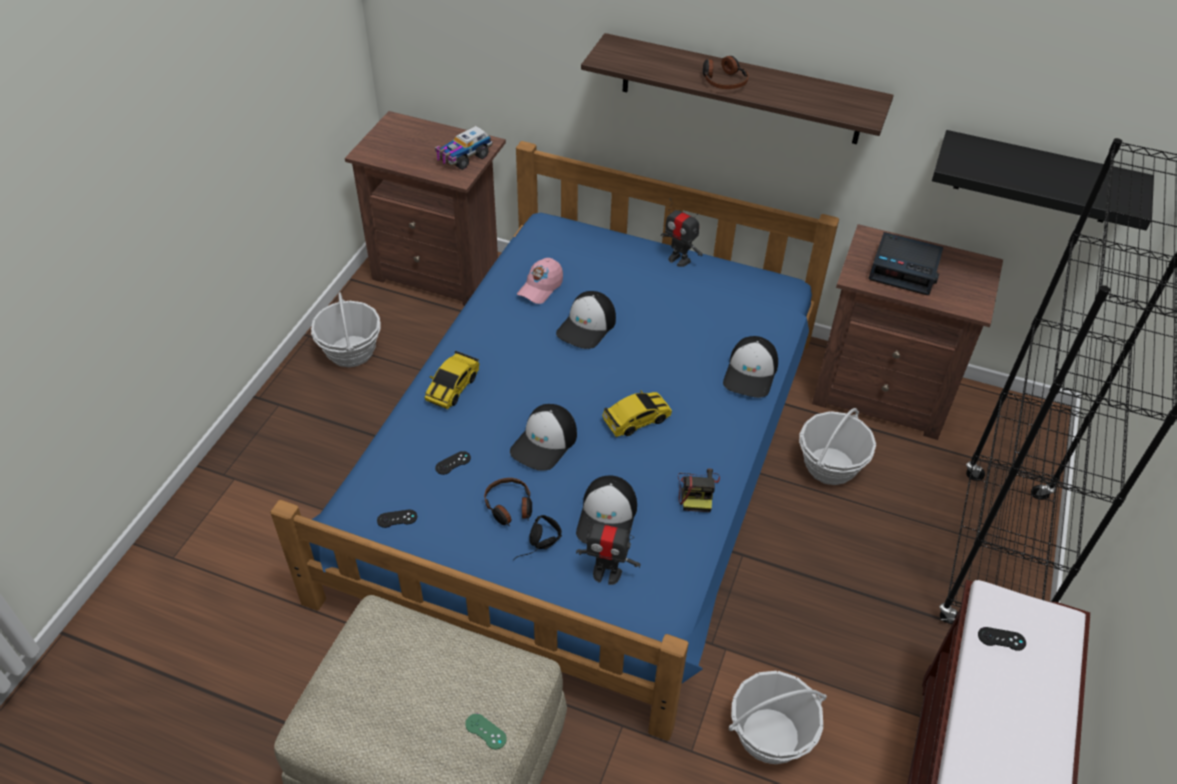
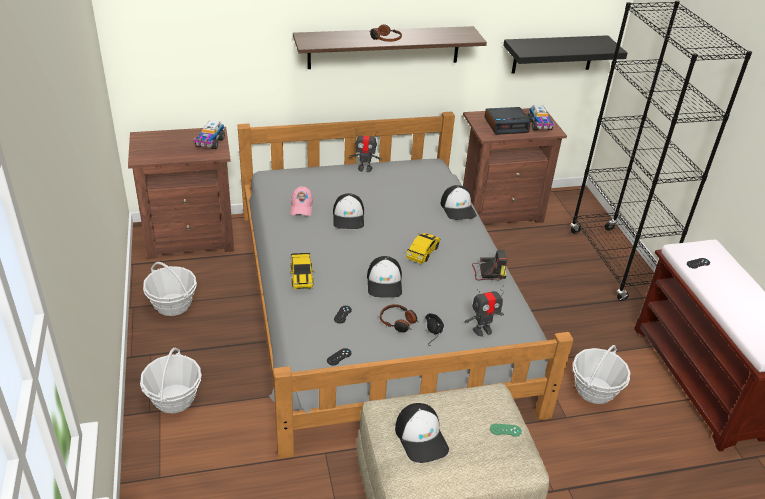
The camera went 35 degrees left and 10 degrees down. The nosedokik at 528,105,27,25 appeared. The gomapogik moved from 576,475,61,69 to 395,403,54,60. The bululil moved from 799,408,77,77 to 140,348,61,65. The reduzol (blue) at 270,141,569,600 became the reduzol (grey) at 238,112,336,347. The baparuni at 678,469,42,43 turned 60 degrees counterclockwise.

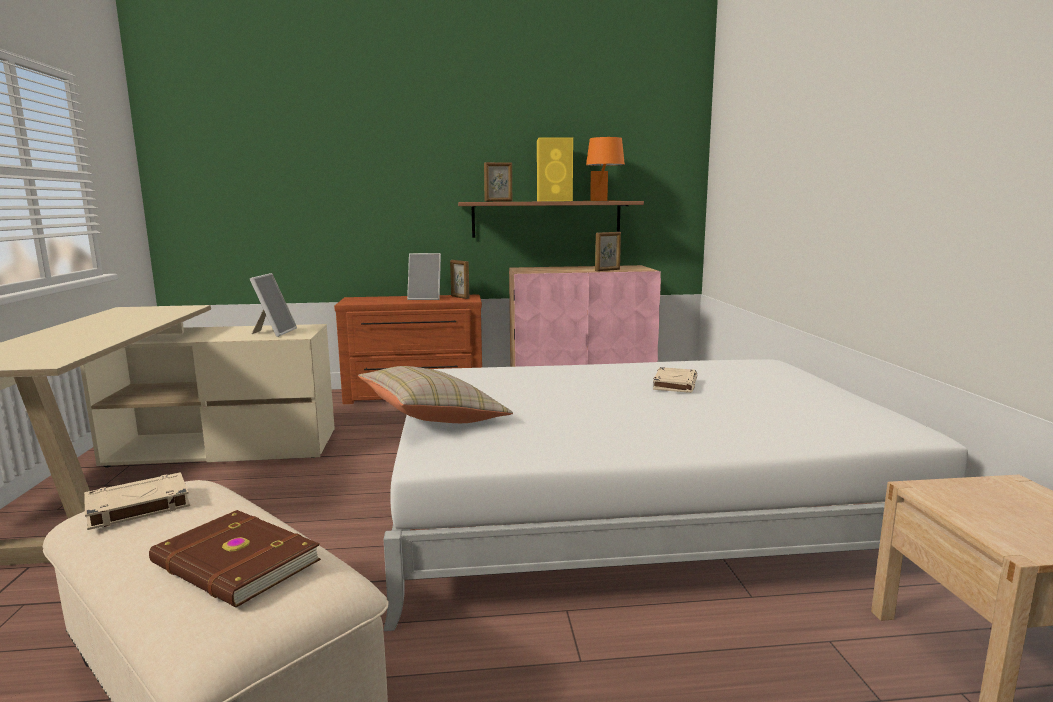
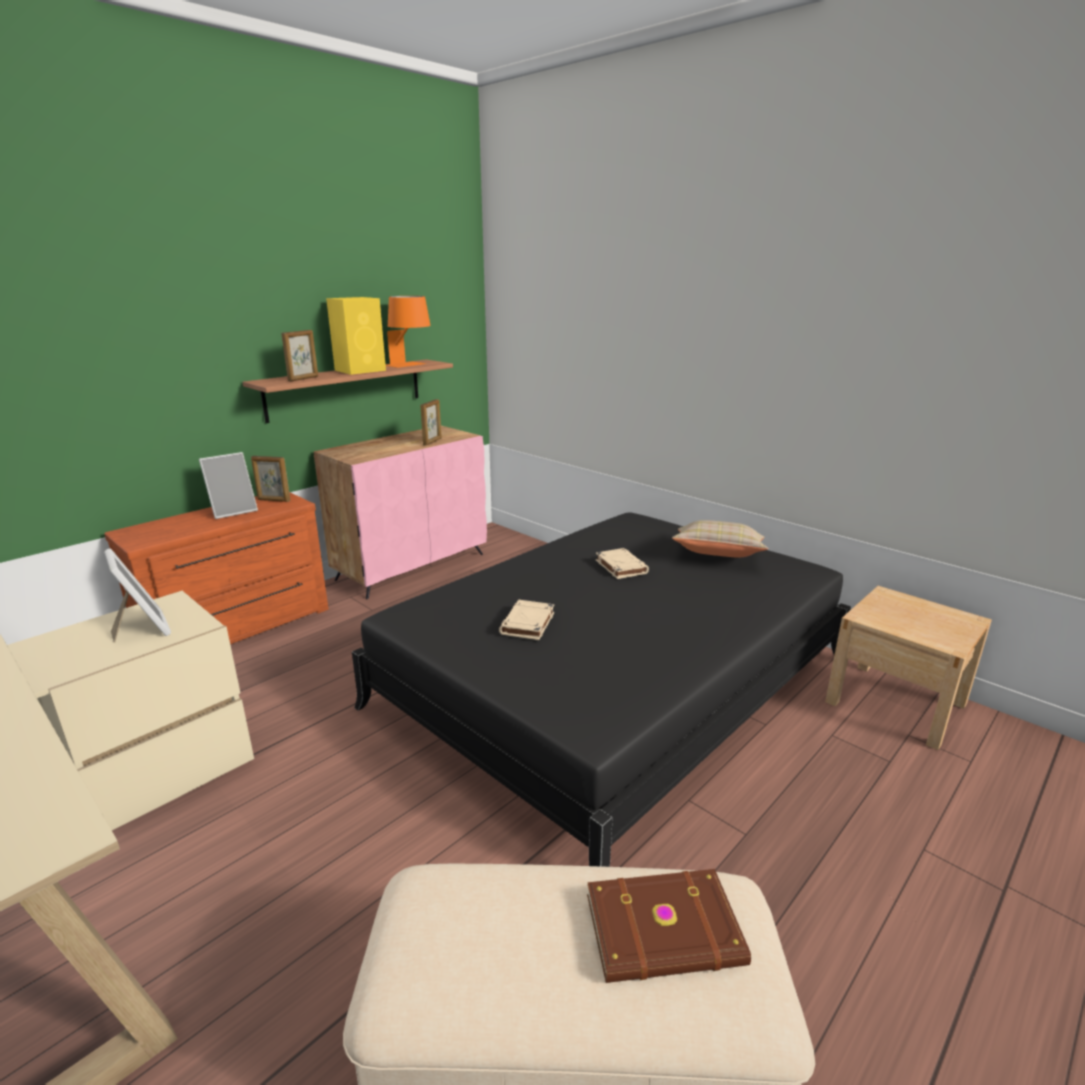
The camera went 40 degrees left and 10 degrees up. The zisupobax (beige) moved from 84,472,106,58 to 499,600,55,40. The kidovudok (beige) moved from 358,366,155,57 to 672,520,96,38. The reduzol (white) at 383,359,585,272 became the reduzol (black) at 352,512,499,355.

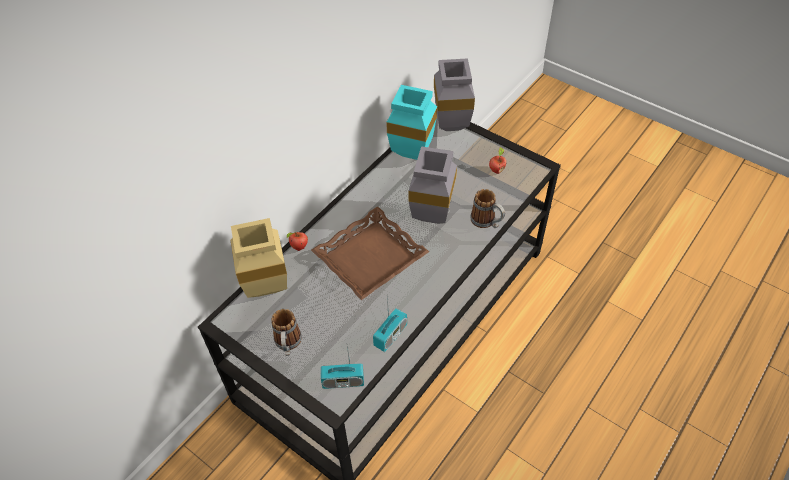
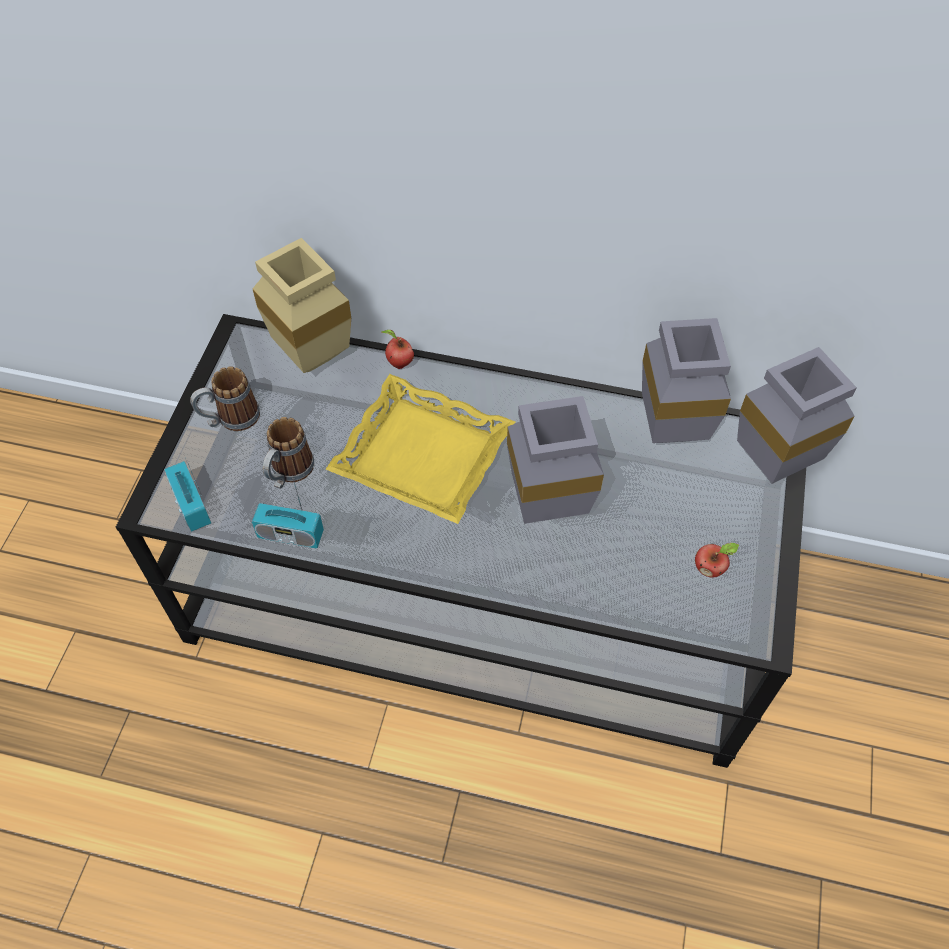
The camera went 65 degrees right and 5 degrees up. The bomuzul moved from 470,189,35,39 to 263,417,51,72. The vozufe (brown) at 311,206,118,94 became the vozufe (yellow) at 326,374,189,150. The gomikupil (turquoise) at 386,85,51,75 became the gomikupil (grey) at 642,318,89,125.

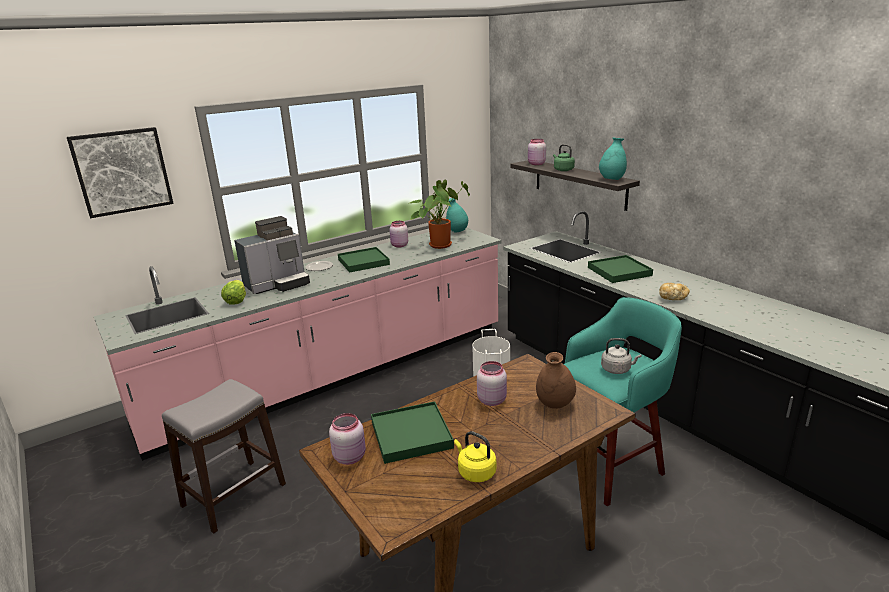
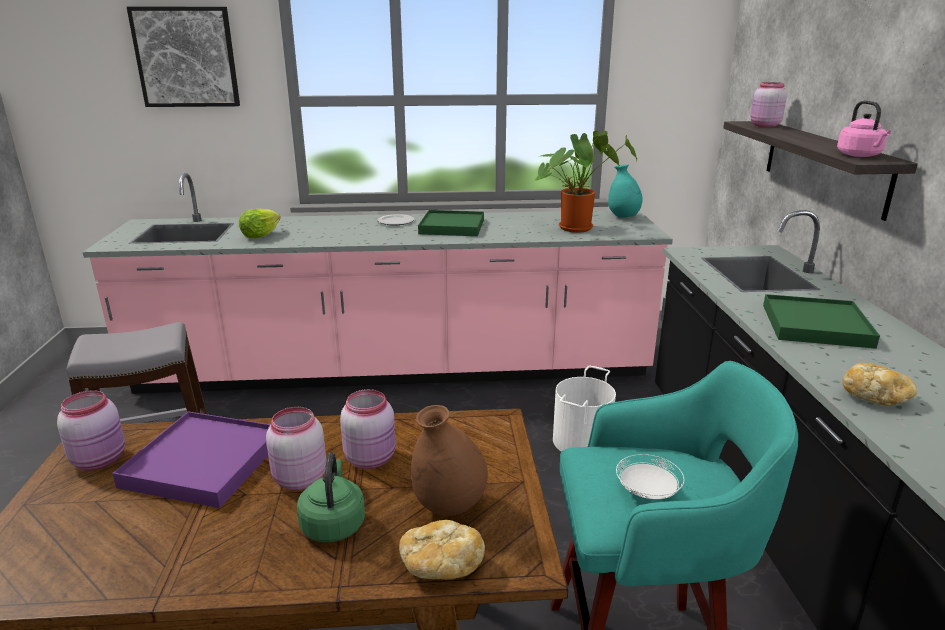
The camera went 30 degrees right and 0 degrees up. The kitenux at 234,216,76,78 disappeared. The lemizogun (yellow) at 454,431,42,51 disappeared. The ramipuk at 399,520,86,60 appeared. The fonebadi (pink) moved from 390,221,18,26 to 266,407,61,83. The lemizogun (green) moved from 553,144,22,27 to 297,452,68,90. The gomikupil (turquoise) at 599,137,28,43 was replaced by the lemizogun (pink) at 837,101,54,56. The lemizogun (grey) at 601,338,41,36 was replaced by the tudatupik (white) at 616,454,68,45. The vozufe (green) at 371,401,83,63 became the vozufe (purple) at 112,411,159,97.

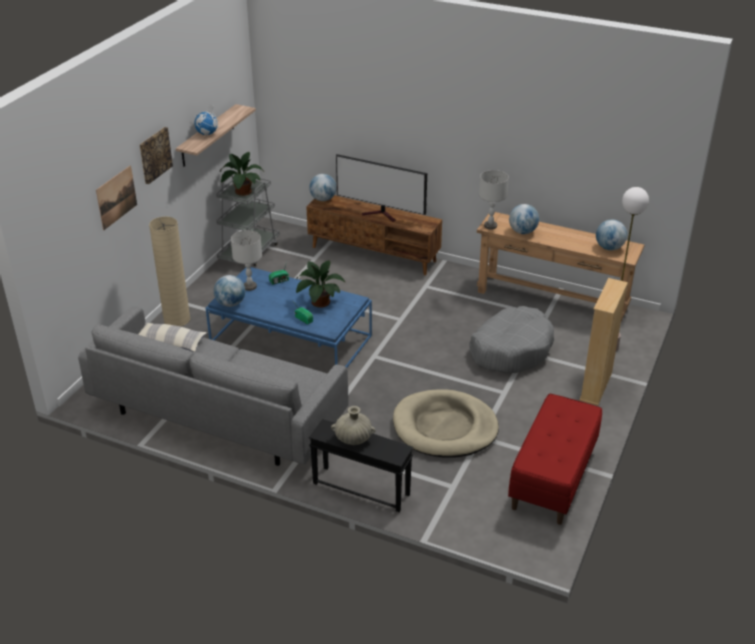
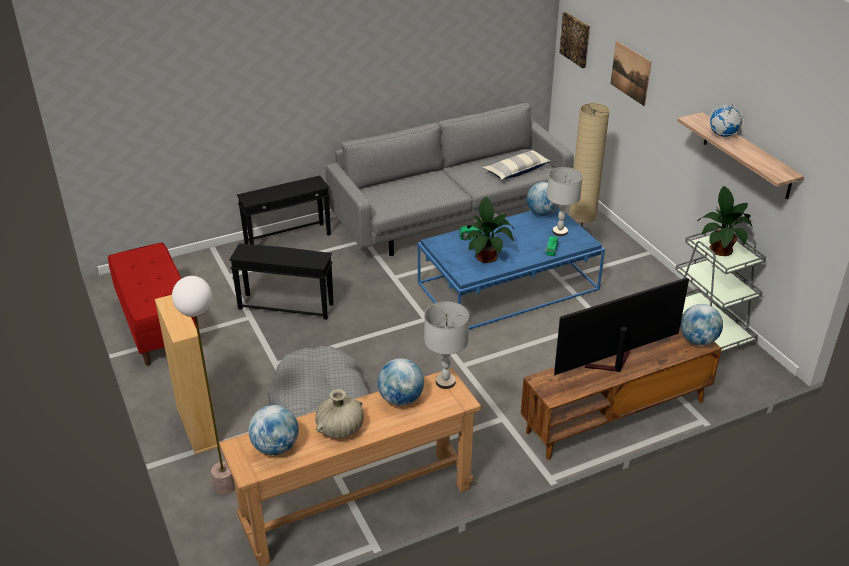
The camera went 130 degrees right and 0 degrees up. The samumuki moved from 139,127,34,57 to 559,12,31,56. The gomikupil (beige) moved from 331,406,45,39 to 315,389,49,49. The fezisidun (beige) at 393,389,106,68 was replaced by the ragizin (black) at 229,243,105,77.

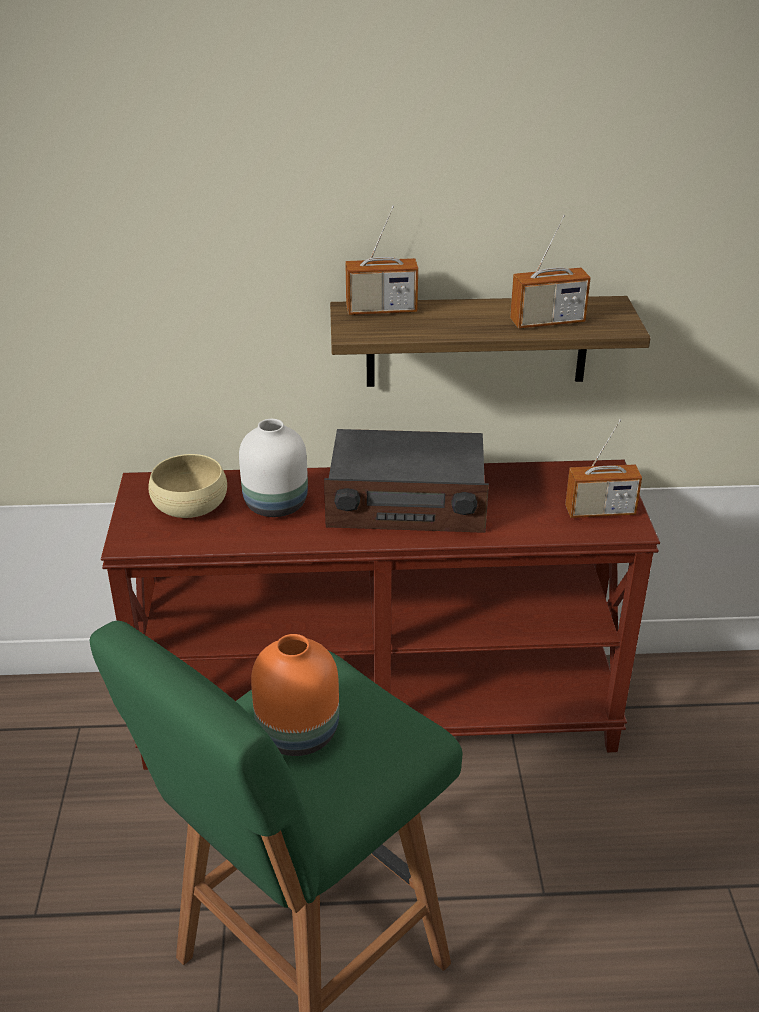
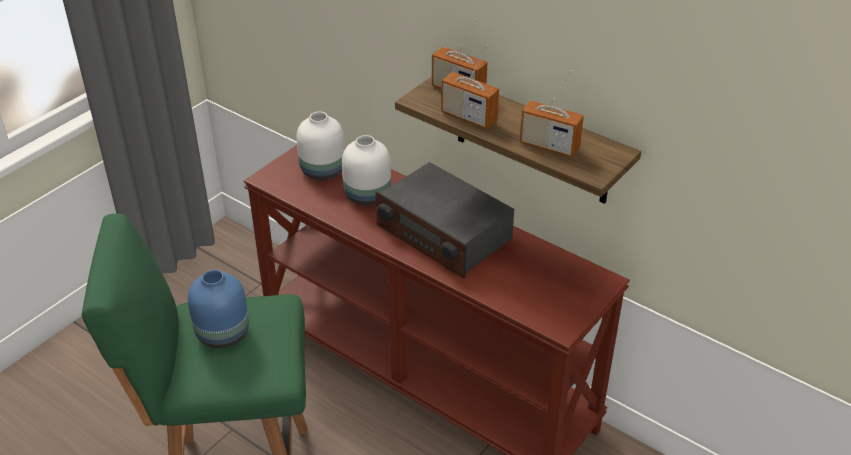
The camera went 40 degrees right and 5 degrees up. The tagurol moved from 565,419,77,99 to 441,44,58,85. The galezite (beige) at 148,454,79,64 was replaced by the gomikupil (white) at 296,112,49,68. The gomikupil (orange) at 251,634,88,122 became the gomikupil (blue) at 188,270,61,78.

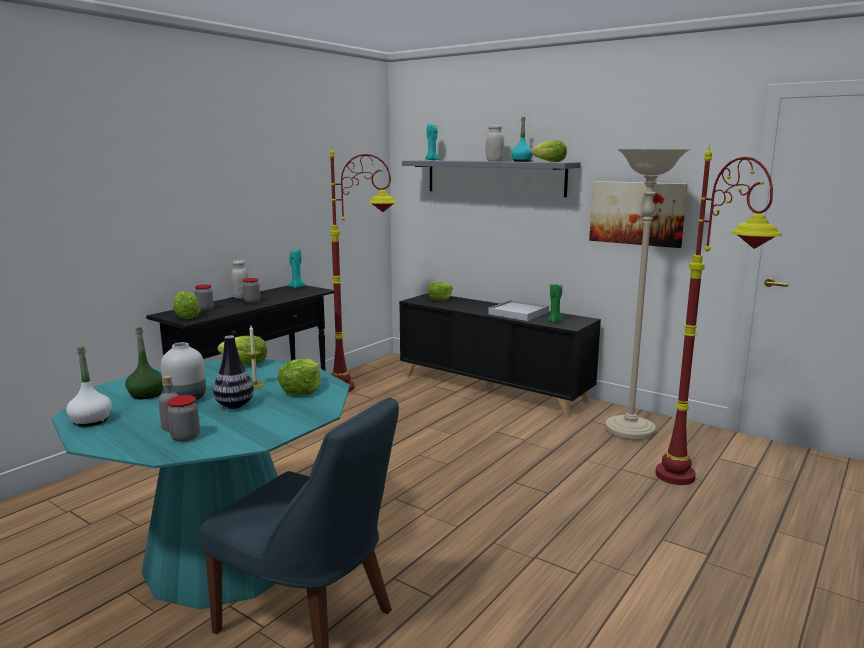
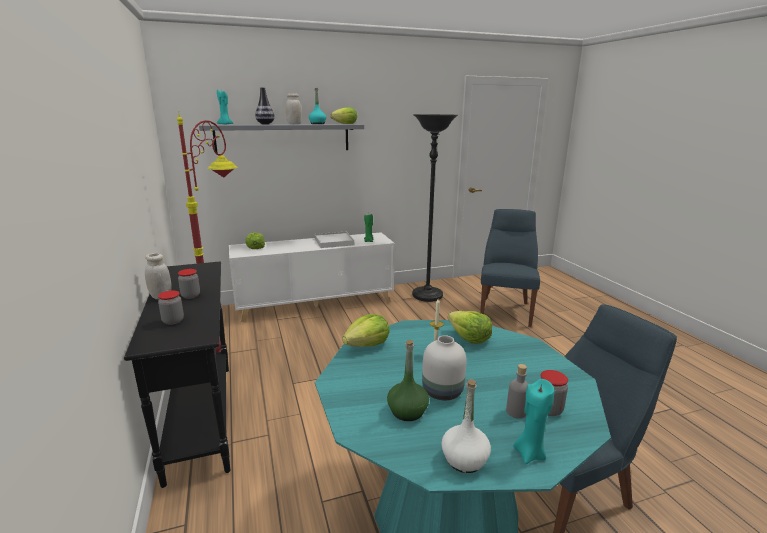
The camera went 55 degrees left and 5 degrees up. The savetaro at 173,291,27,28 disappeared. The samumuki at 589,181,99,67 disappeared. The gomikupil moved from 213,335,41,74 to 255,87,20,38. The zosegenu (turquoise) moved from 288,250,18,38 to 513,379,41,85. The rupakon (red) at 656,143,127,342 was replaced by the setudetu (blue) at 480,209,60,118. The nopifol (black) at 399,293,202,124 became the nopifol (white) at 229,232,166,90. The rupakon (beige) at 605,149,85,291 became the rupakon (black) at 412,114,46,188.

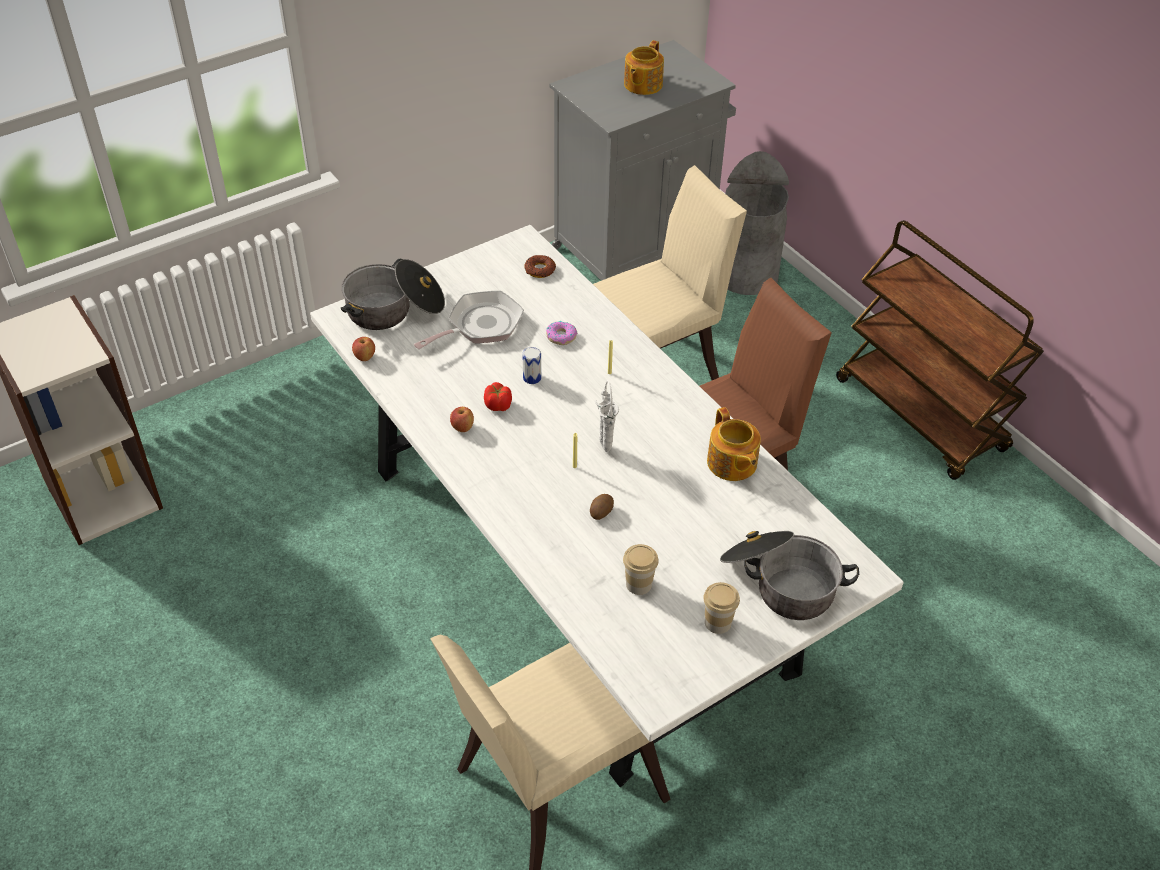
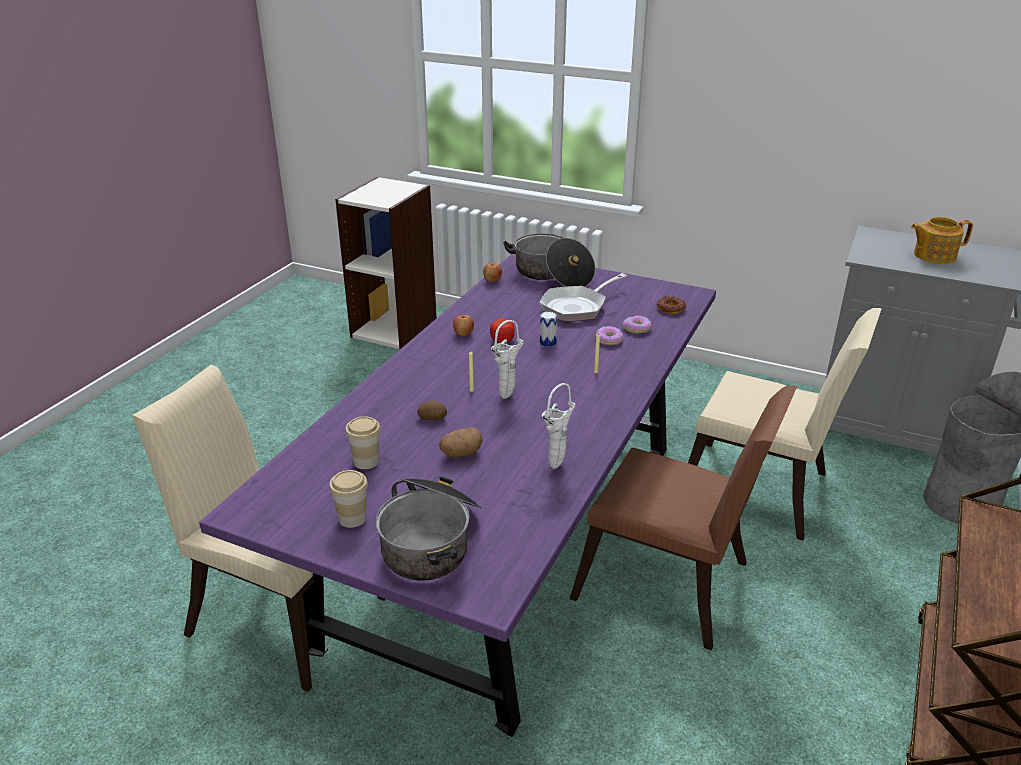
The camera went 60 degrees right and 15 degrees down. The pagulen at 439,428,43,30 appeared. The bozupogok at 623,316,29,18 appeared. The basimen at 707,407,54,74 was replaced by the gomikupil (white) at 542,383,34,86. The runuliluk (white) at 310,225,593,562 became the runuliluk (purple) at 199,254,517,483. The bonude at 414,291,110,58 turned 120 degrees clockwise.

